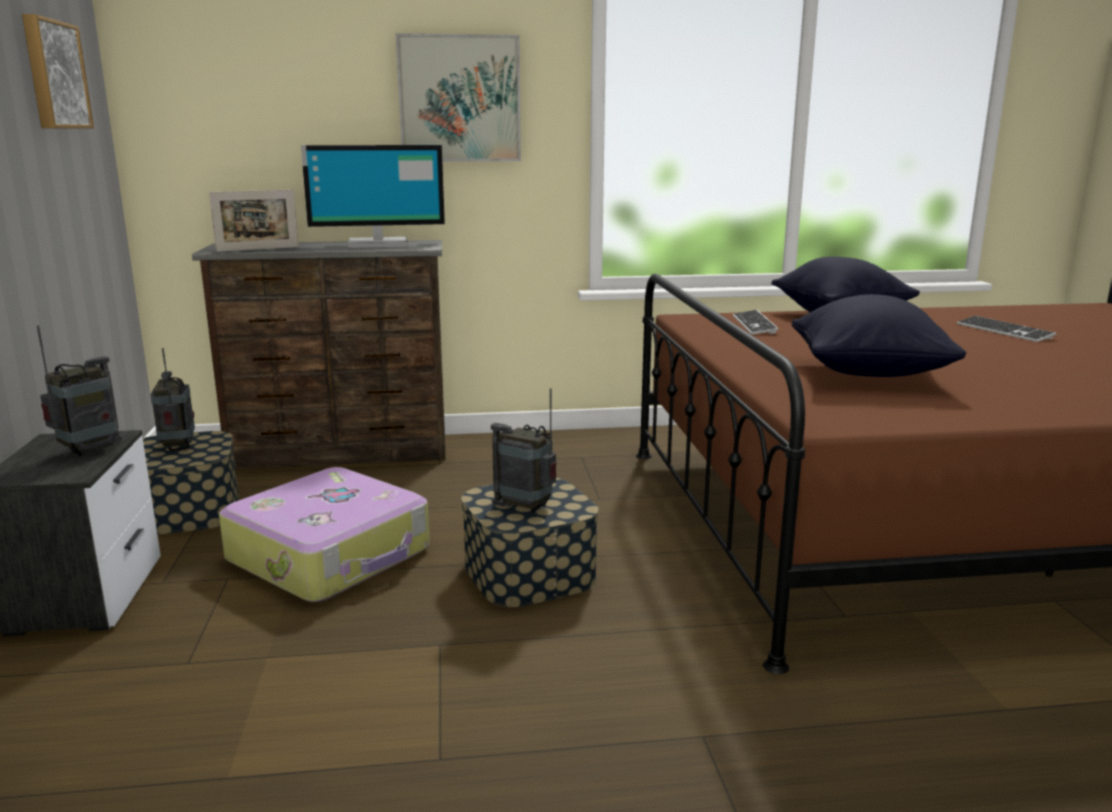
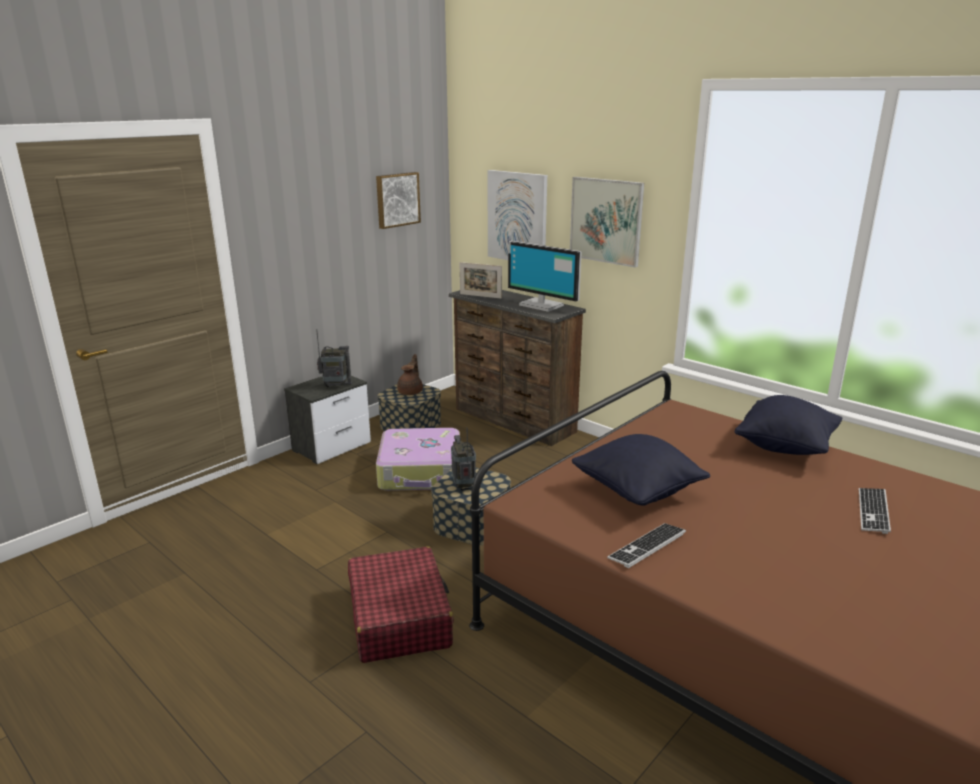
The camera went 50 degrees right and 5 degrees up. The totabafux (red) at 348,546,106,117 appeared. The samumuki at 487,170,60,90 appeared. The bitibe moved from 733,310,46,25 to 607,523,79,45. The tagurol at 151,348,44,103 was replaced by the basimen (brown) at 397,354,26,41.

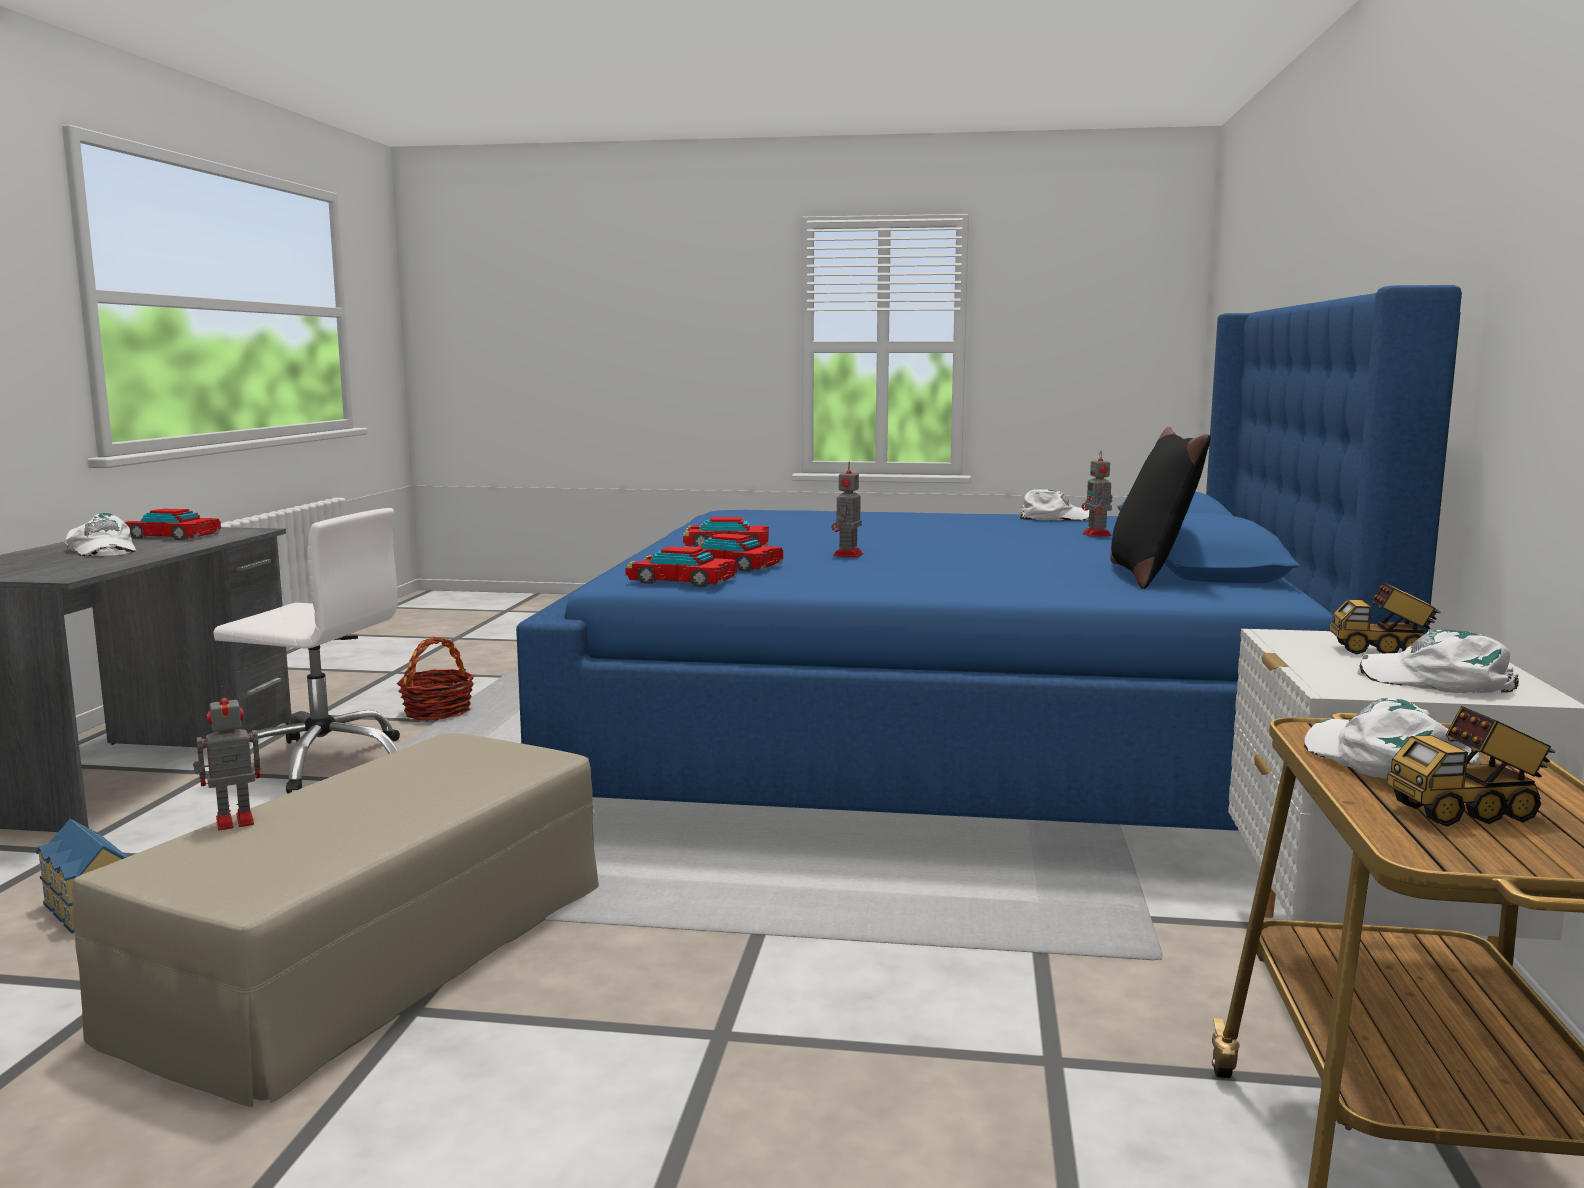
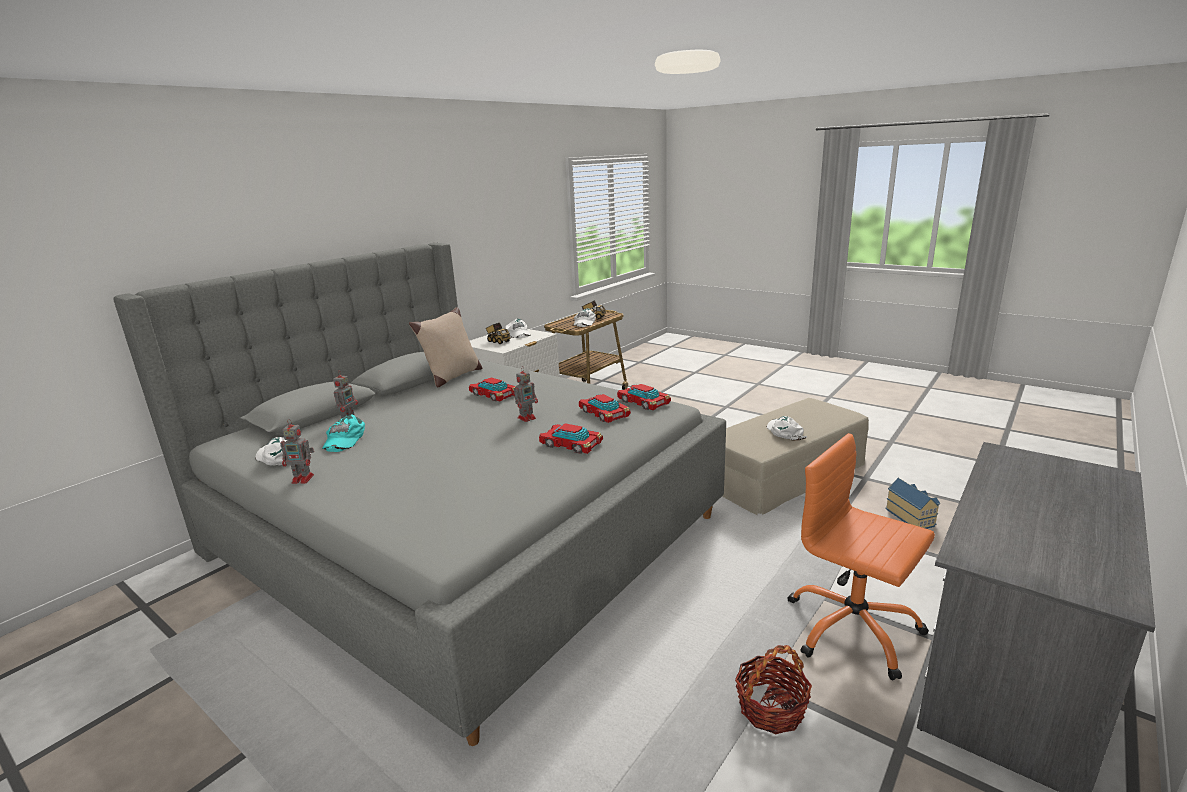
The camera went 150 degrees left and 10 degrees up. The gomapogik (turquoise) at 322,414,43,38 appeared. The gomapogik (white) moved from 65,513,71,43 to 767,416,40,24. The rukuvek moved from 124,509,97,31 to 469,378,46,24. The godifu moved from 193,686,68,144 to 280,419,34,65. The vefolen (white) at 213,508,187,286 became the vefolen (orange) at 788,433,147,247. The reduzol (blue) at 516,285,946,546 became the reduzol (grey) at 113,243,613,503. The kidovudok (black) at 1110,427,101,162 became the kidovudok (beige) at 409,307,73,80.

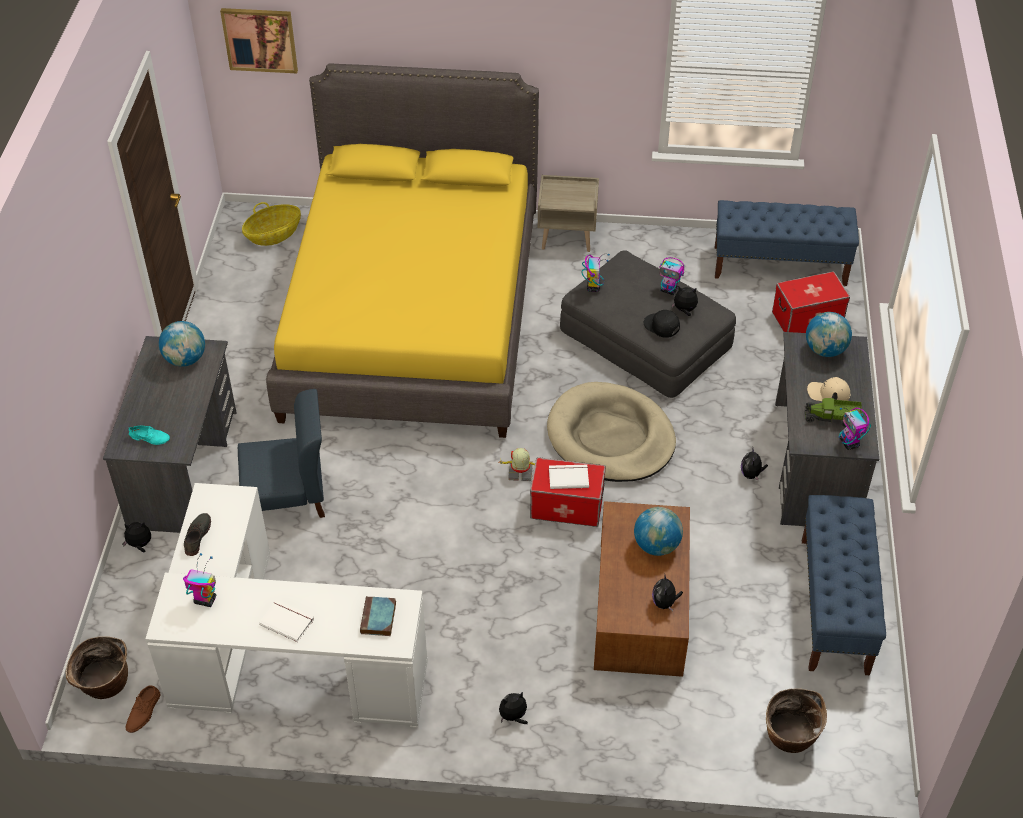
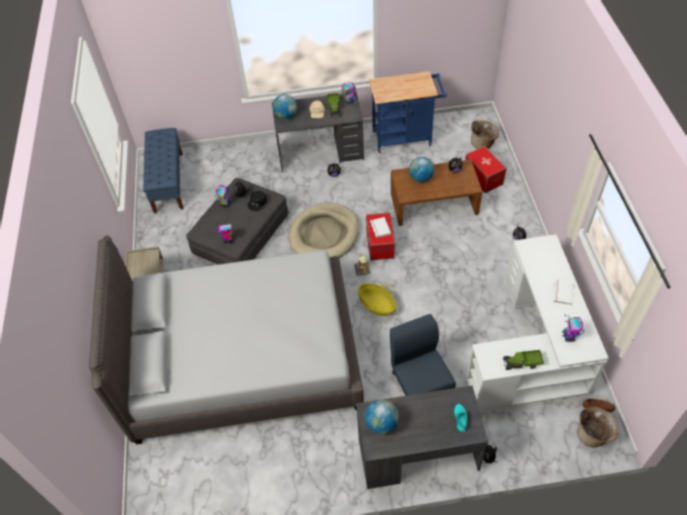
The camera went 100 degrees left and 5 degrees up. The samumuki at 220,8,78,65 disappeared. The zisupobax at 360,596,36,40 disappeared. The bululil moved from 242,202,59,44 to 358,283,38,33. The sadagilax moved from 772,271,78,62 to 465,146,42,47. The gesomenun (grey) at 184,513,27,43 was replaced by the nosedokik at 503,350,41,20. The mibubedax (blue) at 802,495,84,180 was replaced by the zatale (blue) at 369,71,78,82. The reduzol (yellow) at 266,64,273,374 became the reduzol (grey) at 89,235,275,209.

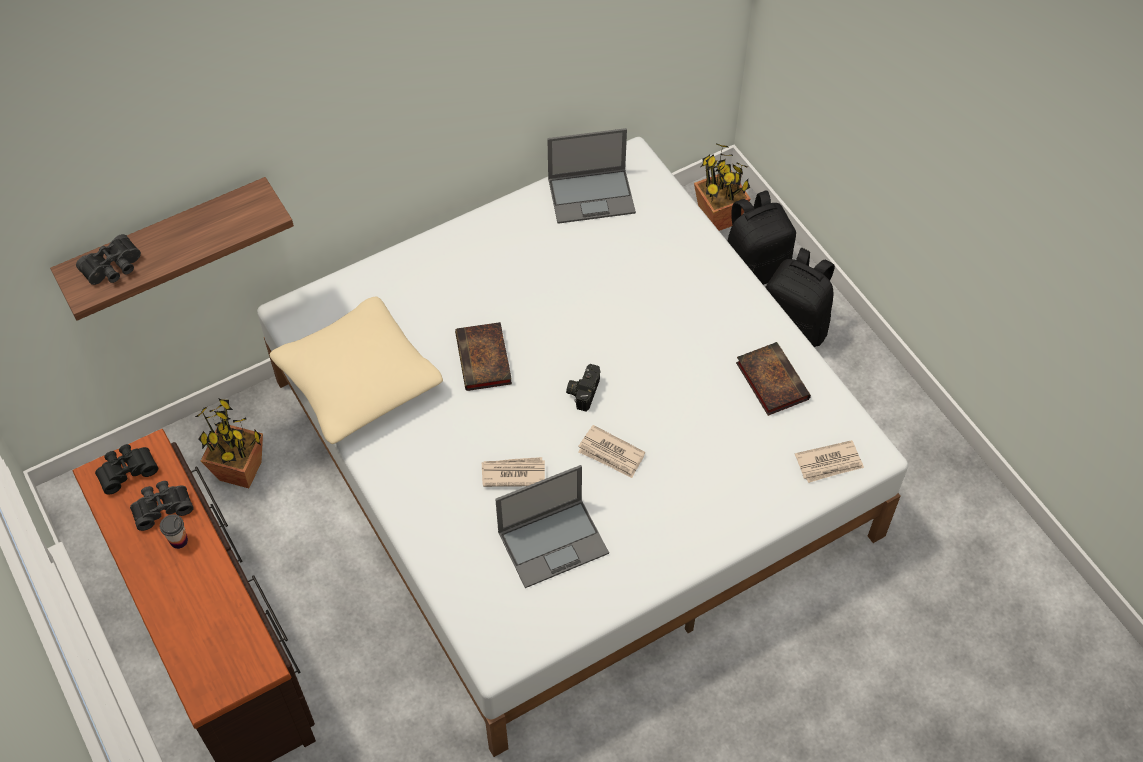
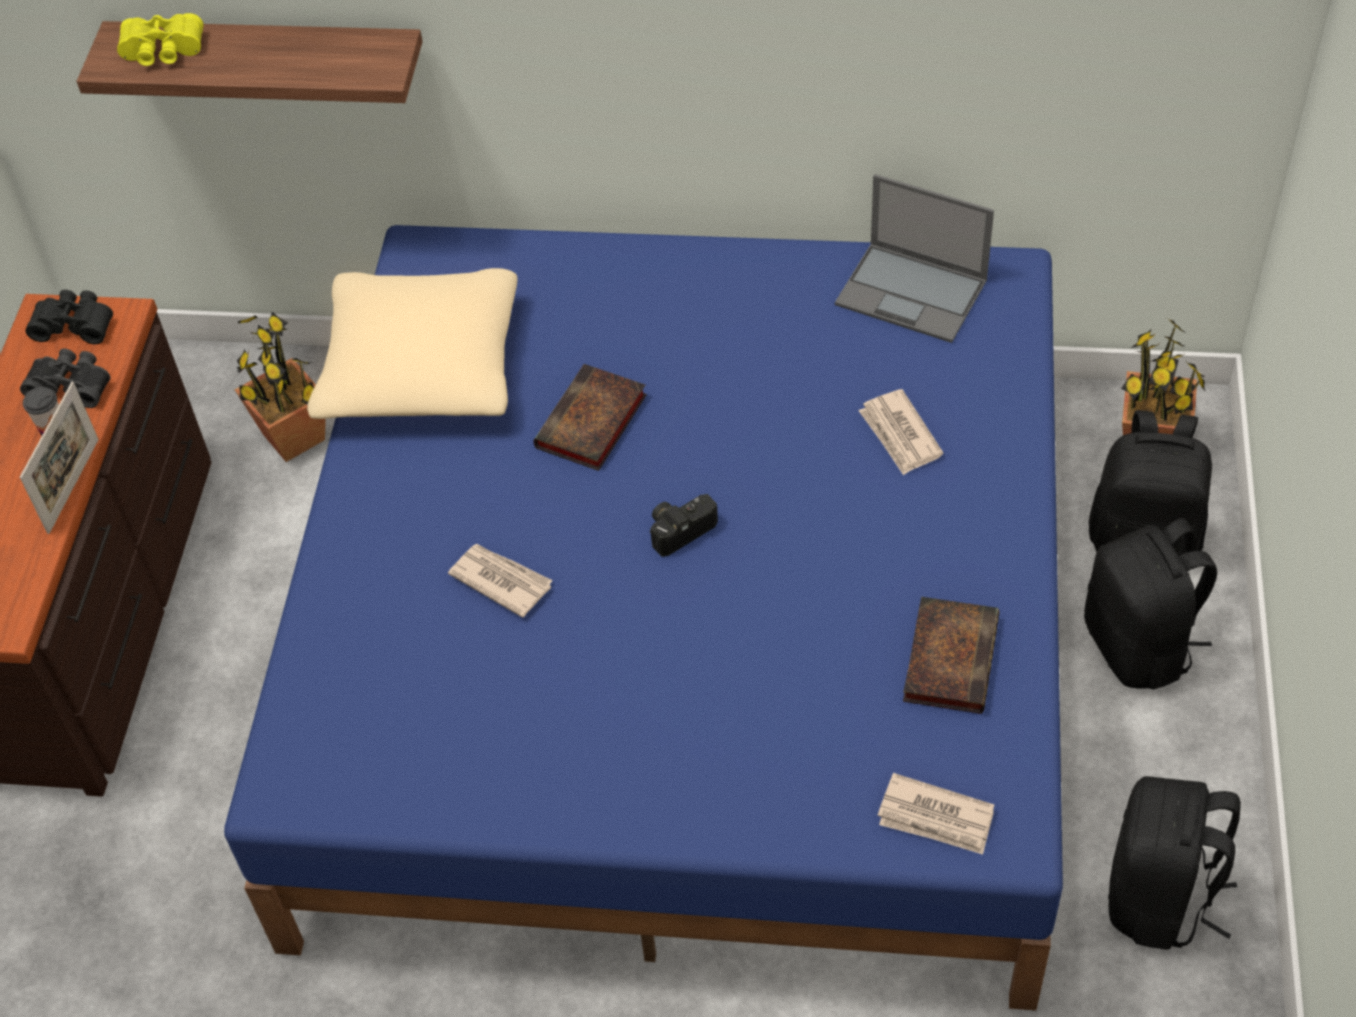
The camera went 40 degrees right and 5 degrees down. The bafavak at 495,465,114,123 disappeared. The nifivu at 20,382,79,152 appeared. The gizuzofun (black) at 1108,776,133,174 appeared. The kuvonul moved from 578,425,67,53 to 858,389,86,86. The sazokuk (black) at 76,234,65,51 became the sazokuk (yellow) at 117,13,86,53. The reduzol (white) at 257,137,651,620 became the reduzol (blue) at 224,225,839,786.

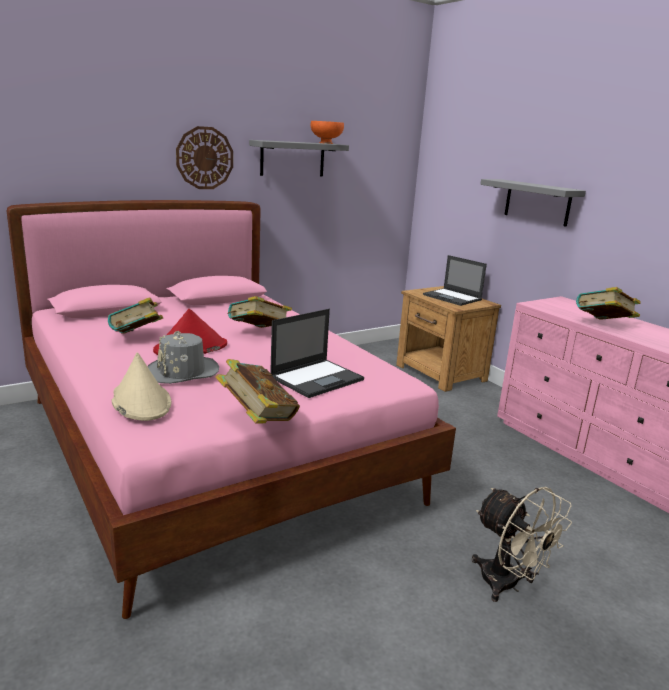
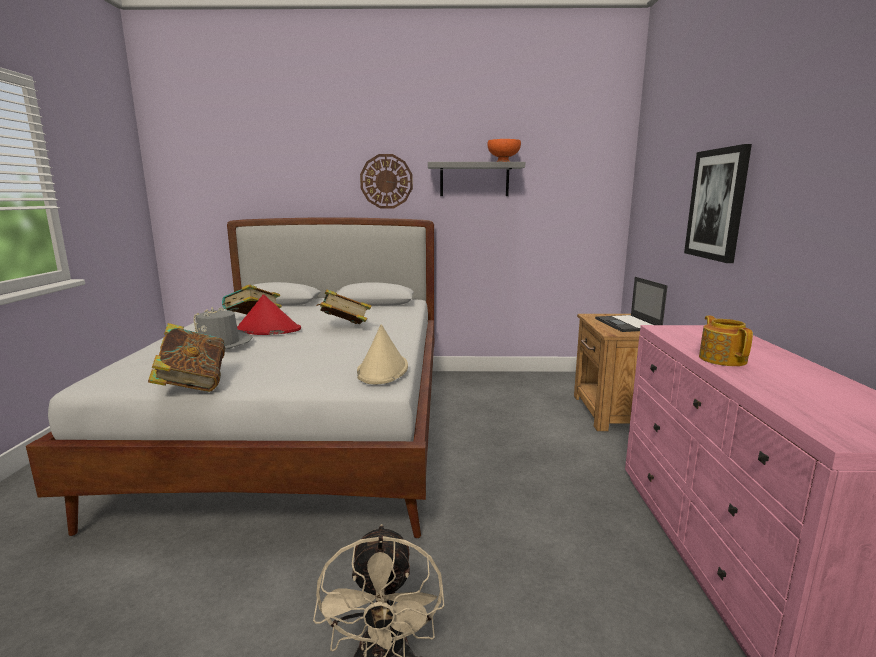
The camera went 35 degrees right and 5 degrees down. The bafavak at 270,309,94,89 disappeared. The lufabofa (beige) moved from 112,352,59,69 to 357,325,51,59. The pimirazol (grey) at 480,179,106,48 was replaced by the samumuki at 684,144,68,119. The zisupobax at 576,287,65,33 was replaced by the basimen at 699,316,54,50. The reduzol (pink) at 7,200,449,419 became the reduzol (white) at 26,217,408,321.

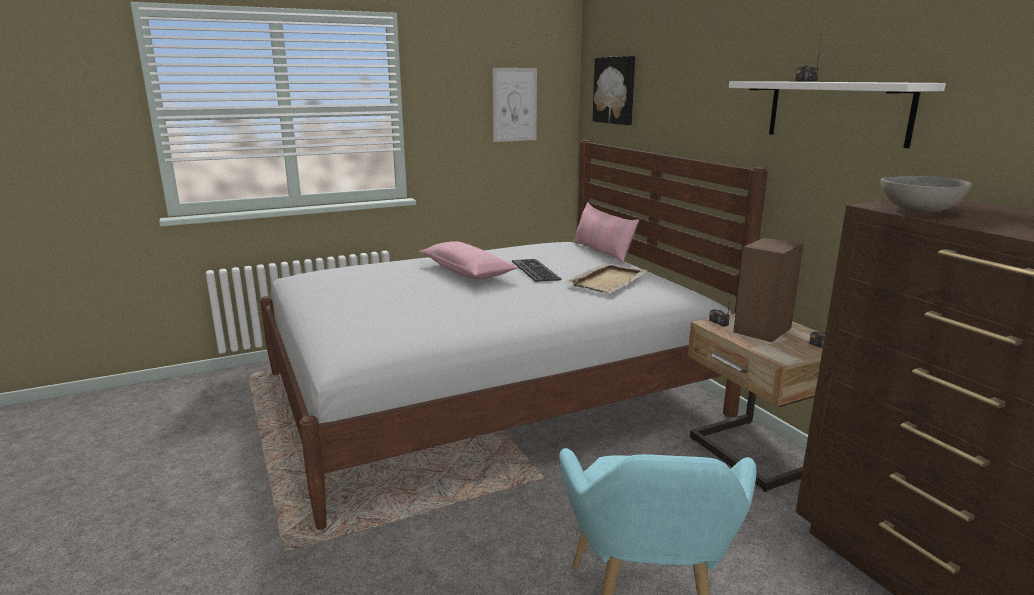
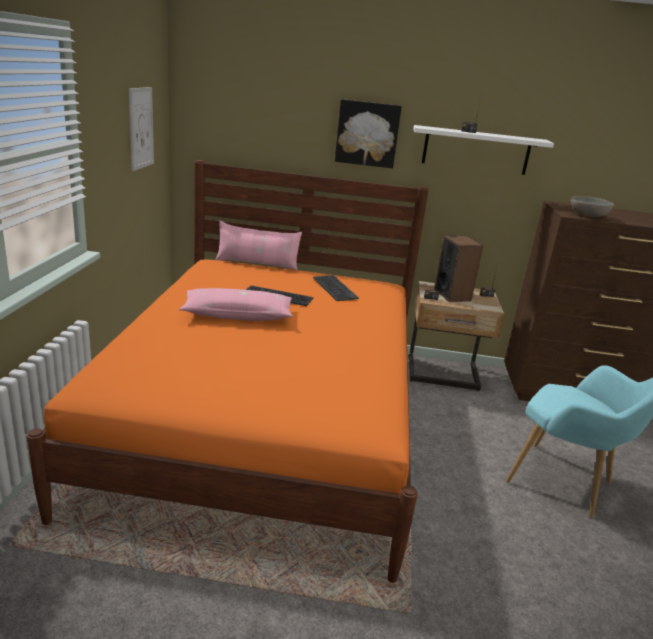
The camera went 60 degrees left and 5 degrees up. The samumuki moved from 592,56,43,69 to 335,99,67,69. The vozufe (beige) at 566,263,82,30 was replaced by the bitibe at 313,275,46,26. The reduzol (white) at 260,140,508,390 became the reduzol (orange) at 27,160,401,423.

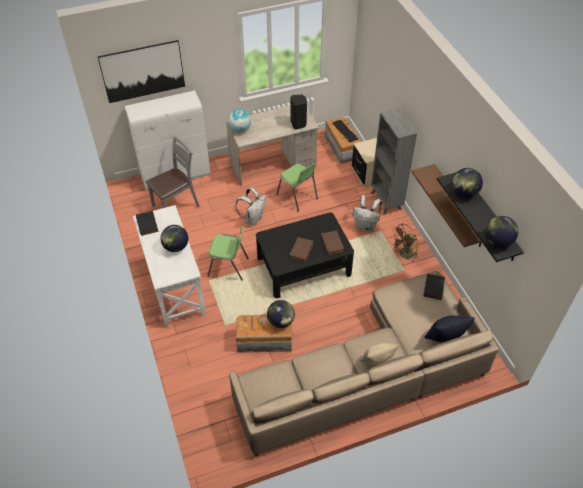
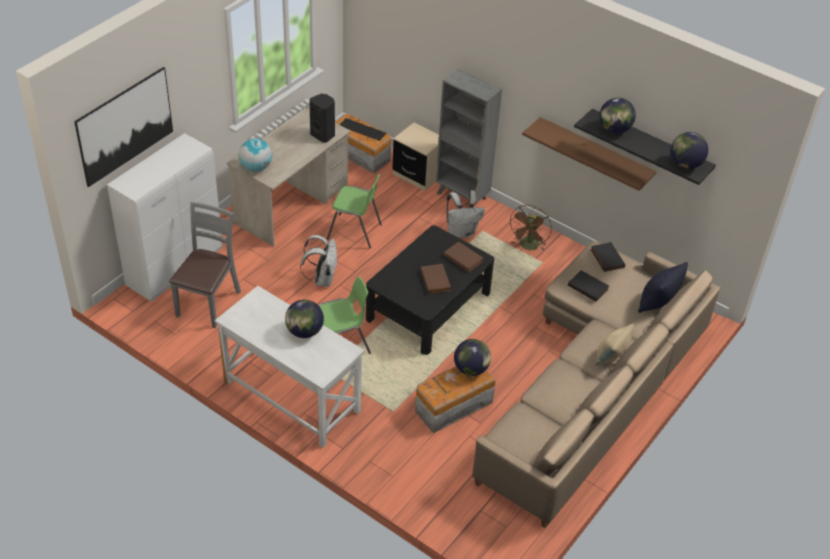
The camera went 35 degrees left and 5 degrees down. The zisupobax (black) moved from 136,211,22,25 to 568,270,41,32.

